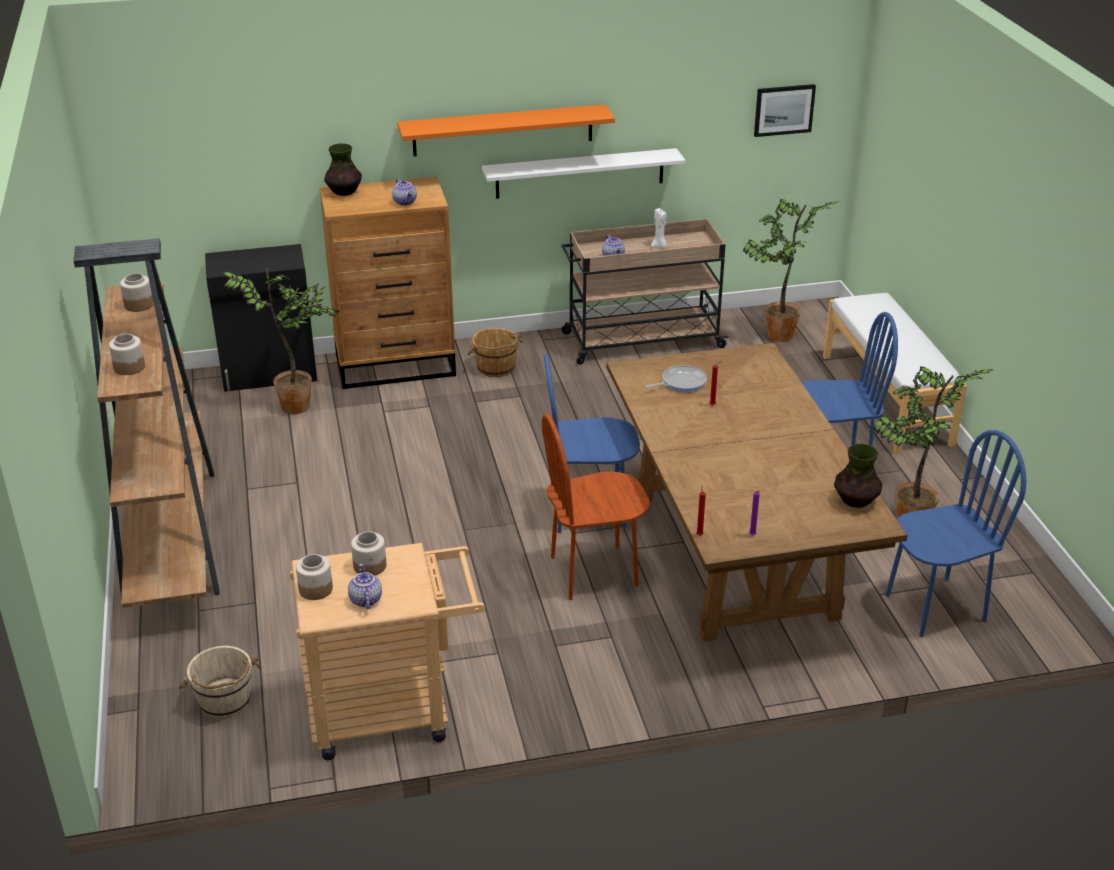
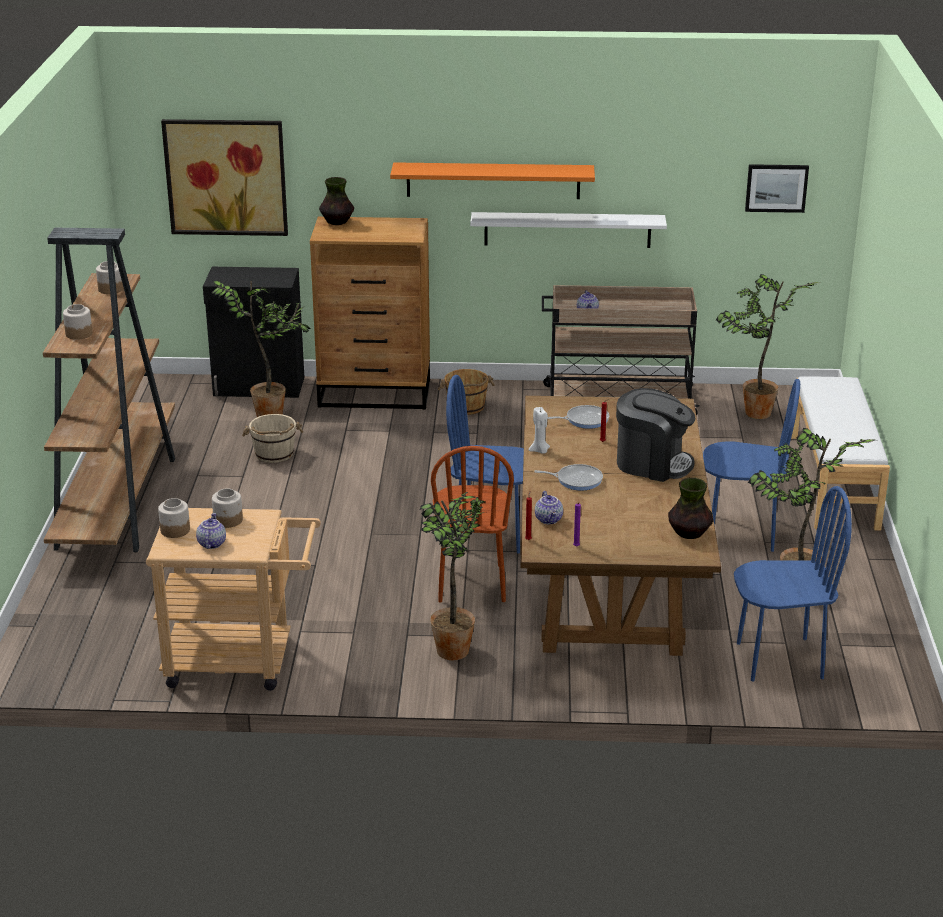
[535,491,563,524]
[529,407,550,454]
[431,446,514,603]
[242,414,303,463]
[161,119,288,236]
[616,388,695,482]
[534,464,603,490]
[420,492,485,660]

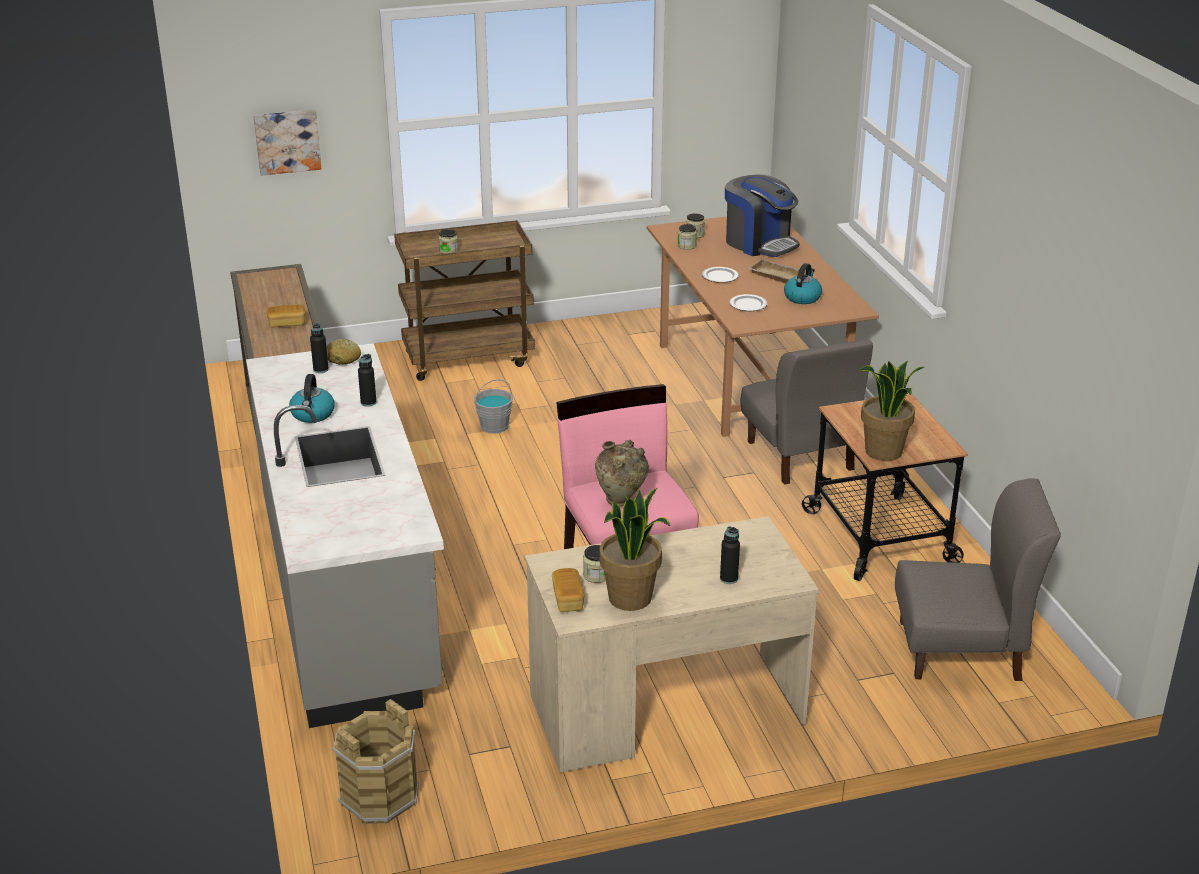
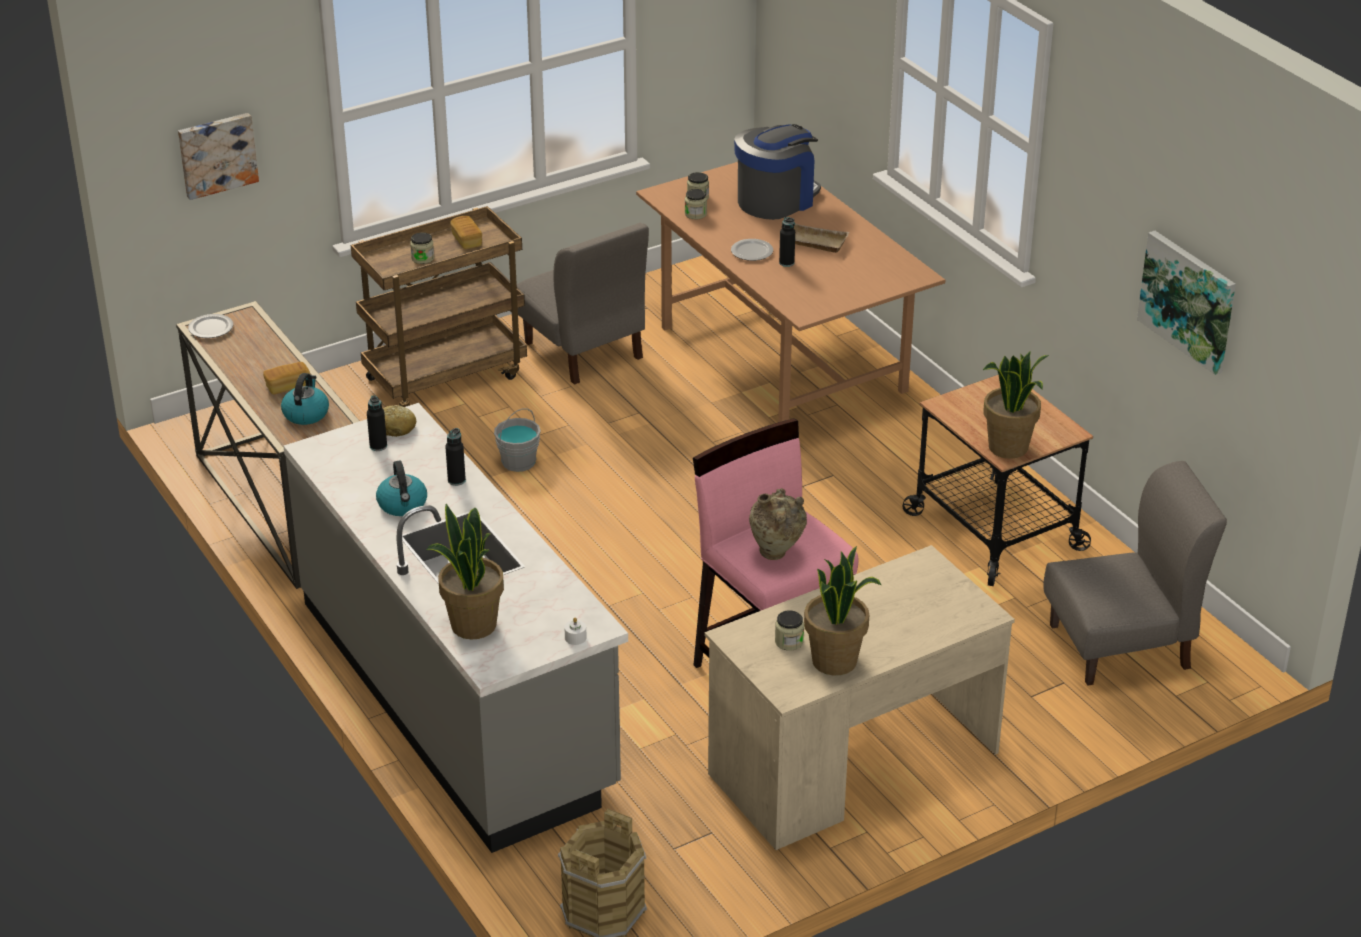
[734,124,821,220]
[281,373,329,425]
[188,314,233,338]
[517,222,649,385]
[779,217,795,267]
[450,216,482,249]
[1137,231,1236,375]
[426,503,504,640]
[564,618,587,645]

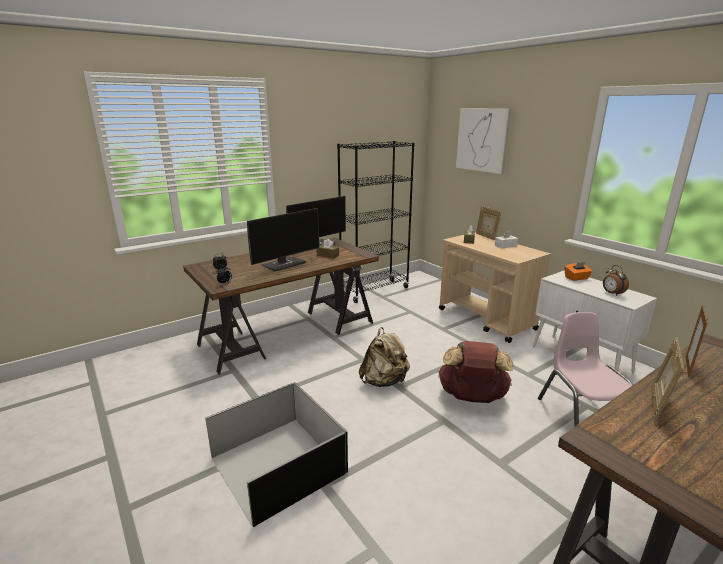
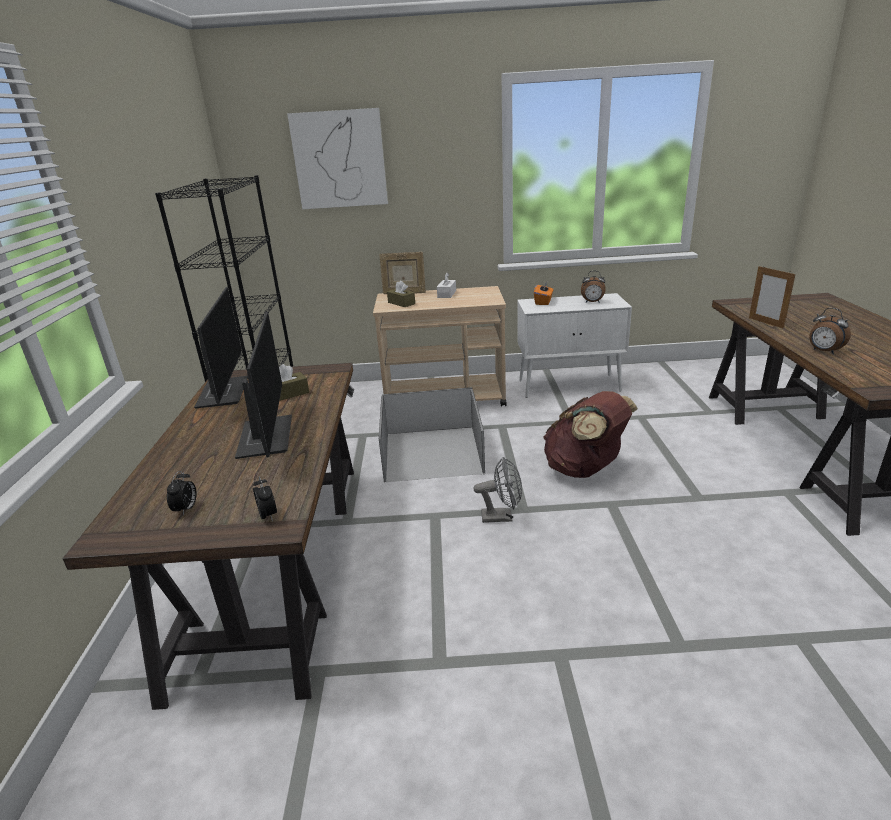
[538,312,634,427] (first image)
[474,457,522,523]
[809,308,851,354]
[379,387,485,482]

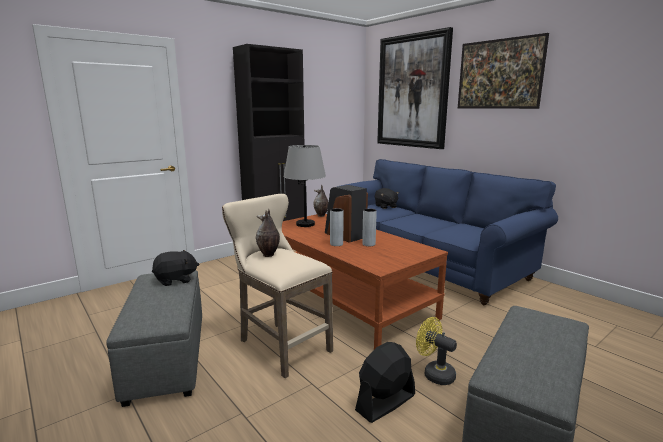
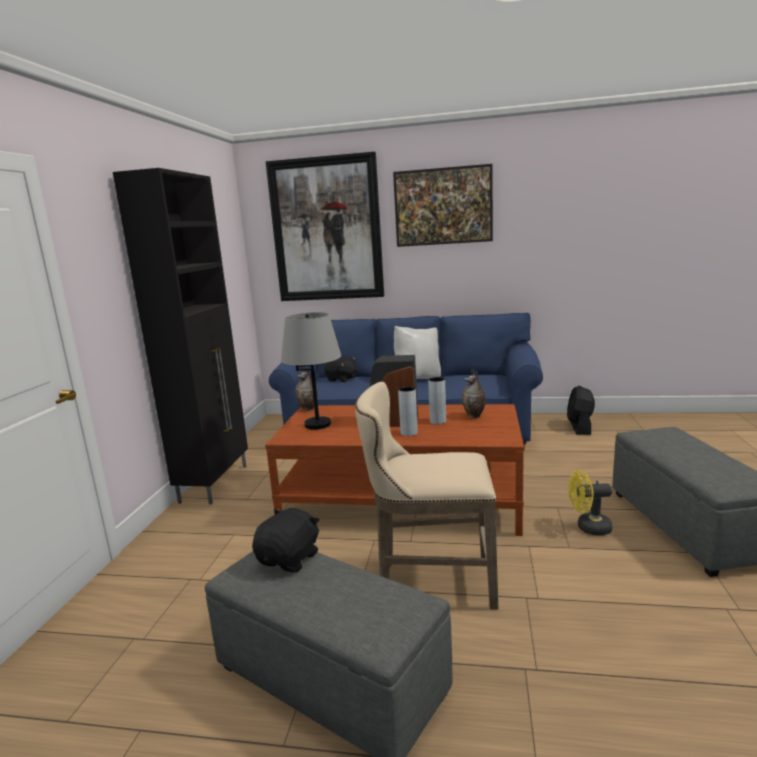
[462,369,486,419]
[567,386,595,435]
[394,326,441,379]

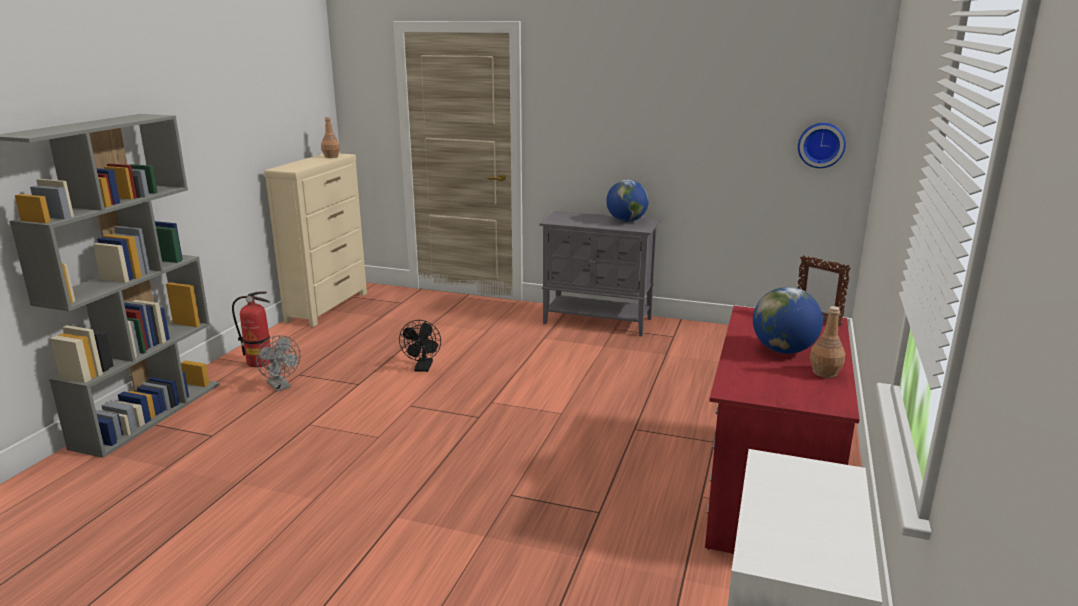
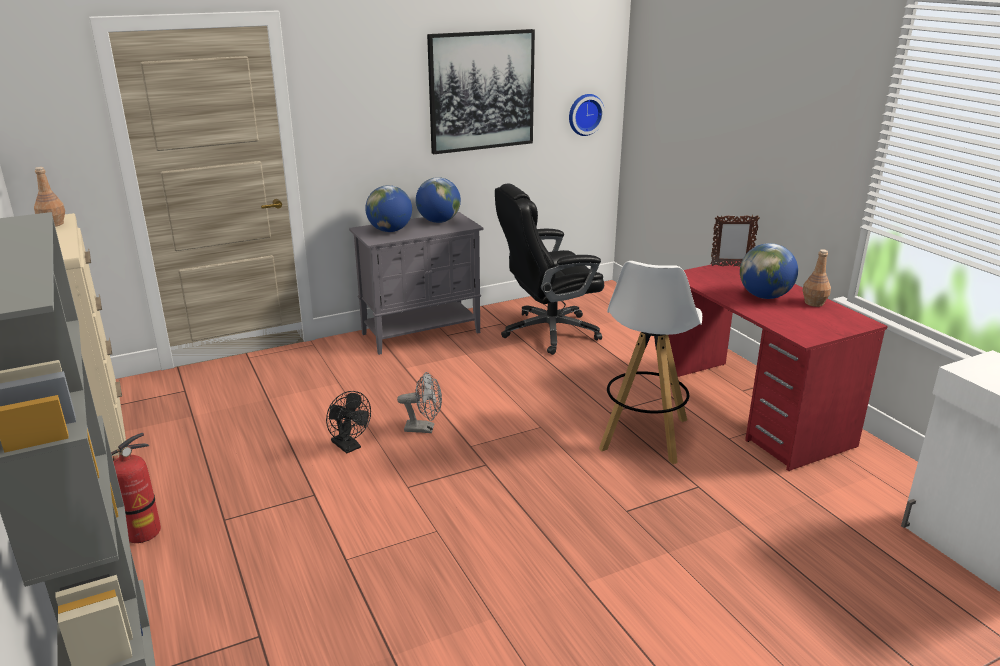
[397,372,442,433]
[427,29,535,154]
[495,183,604,355]
[365,185,412,232]
[599,261,702,464]

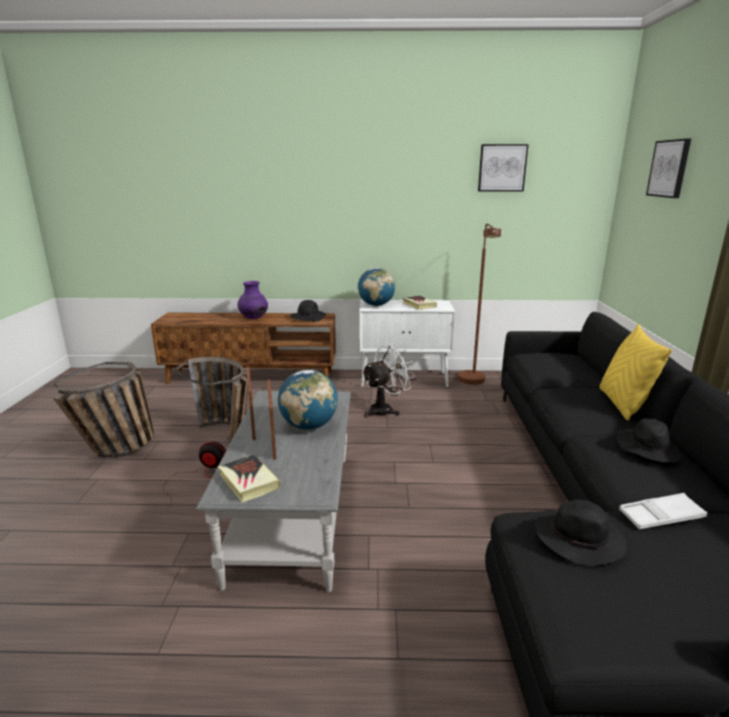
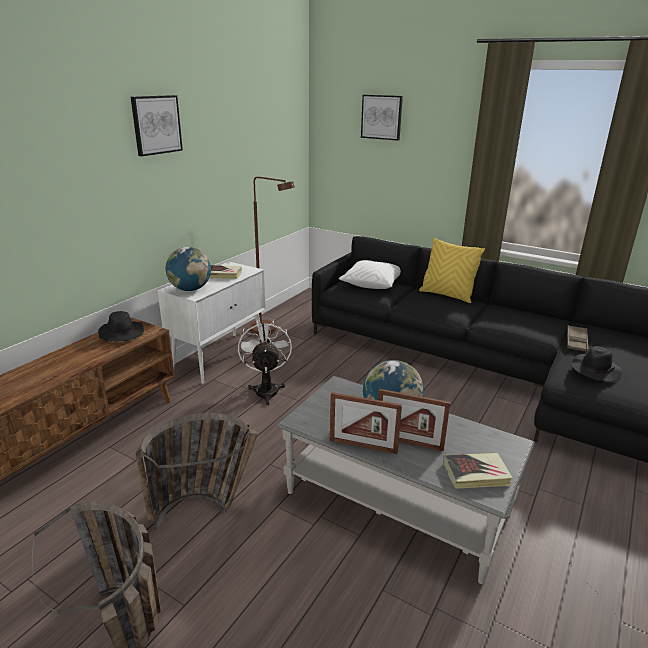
[131,95,183,156]
[237,281,268,319] (first image)
[616,418,682,462] (first image)
[164,442,226,509] (first image)
[567,325,588,352]
[339,260,401,289]

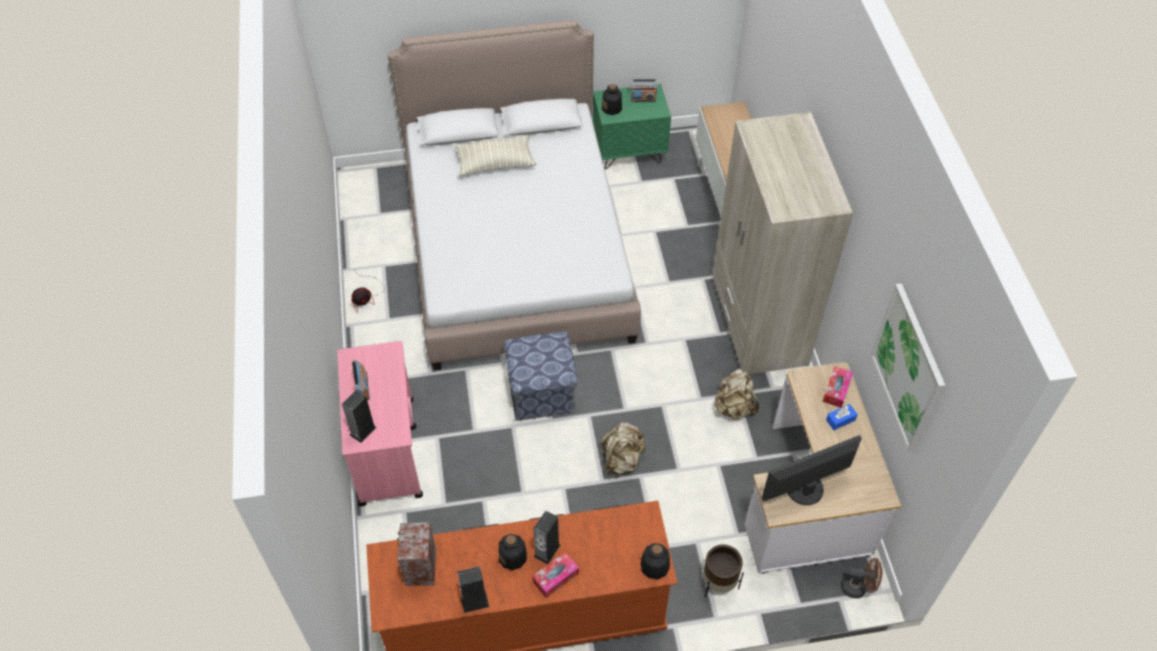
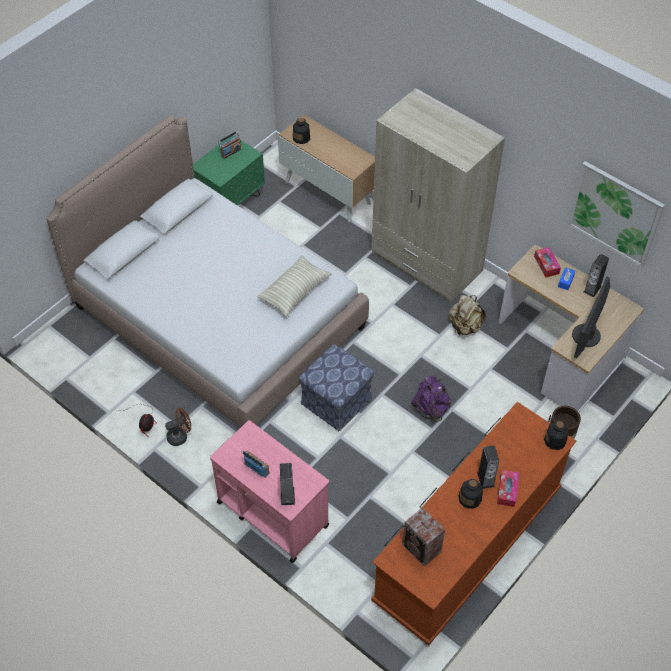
[293,118,310,144]
[257,255,331,317]
[411,376,451,423]
[165,407,191,446]
[584,254,609,297]

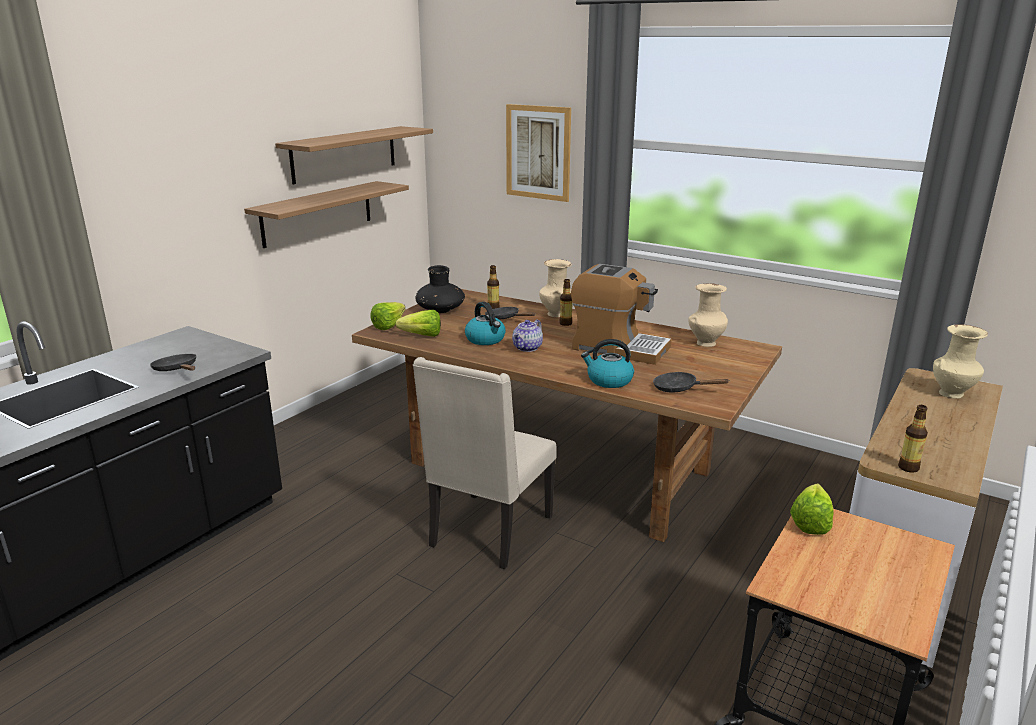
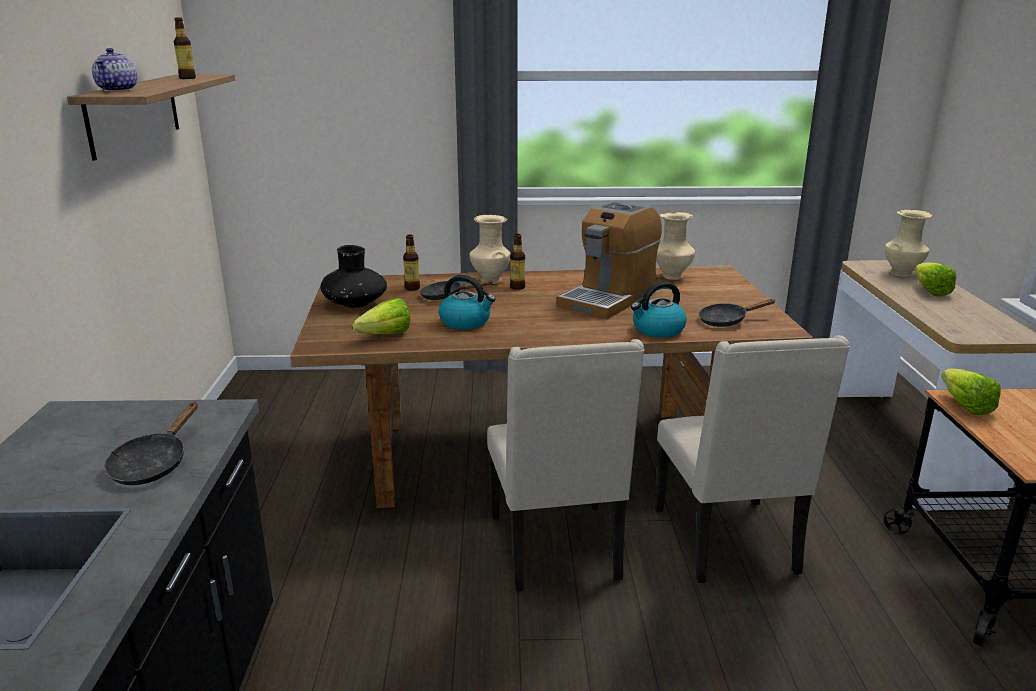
[506,104,571,202] (first image)
[244,181,409,248] (first image)
[557,201,662,319]
[915,262,957,297]
[92,48,138,91]
[104,402,198,485]
[174,17,196,79]
[655,335,850,583]

